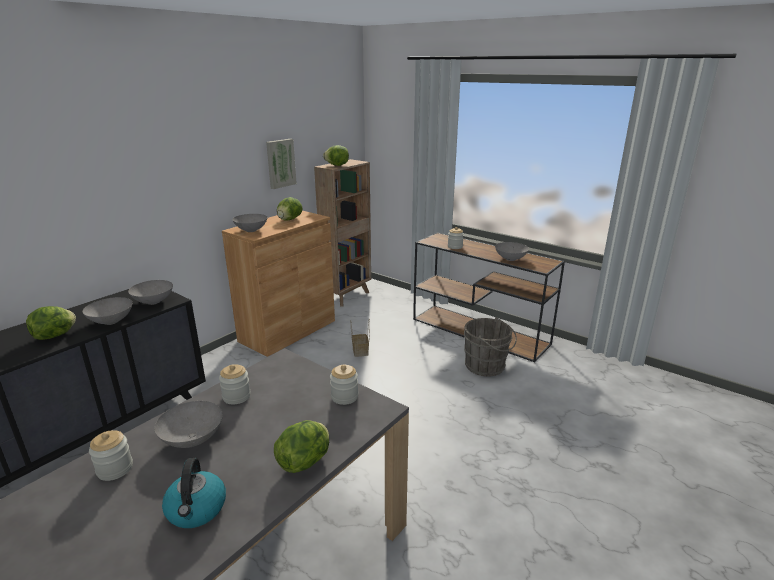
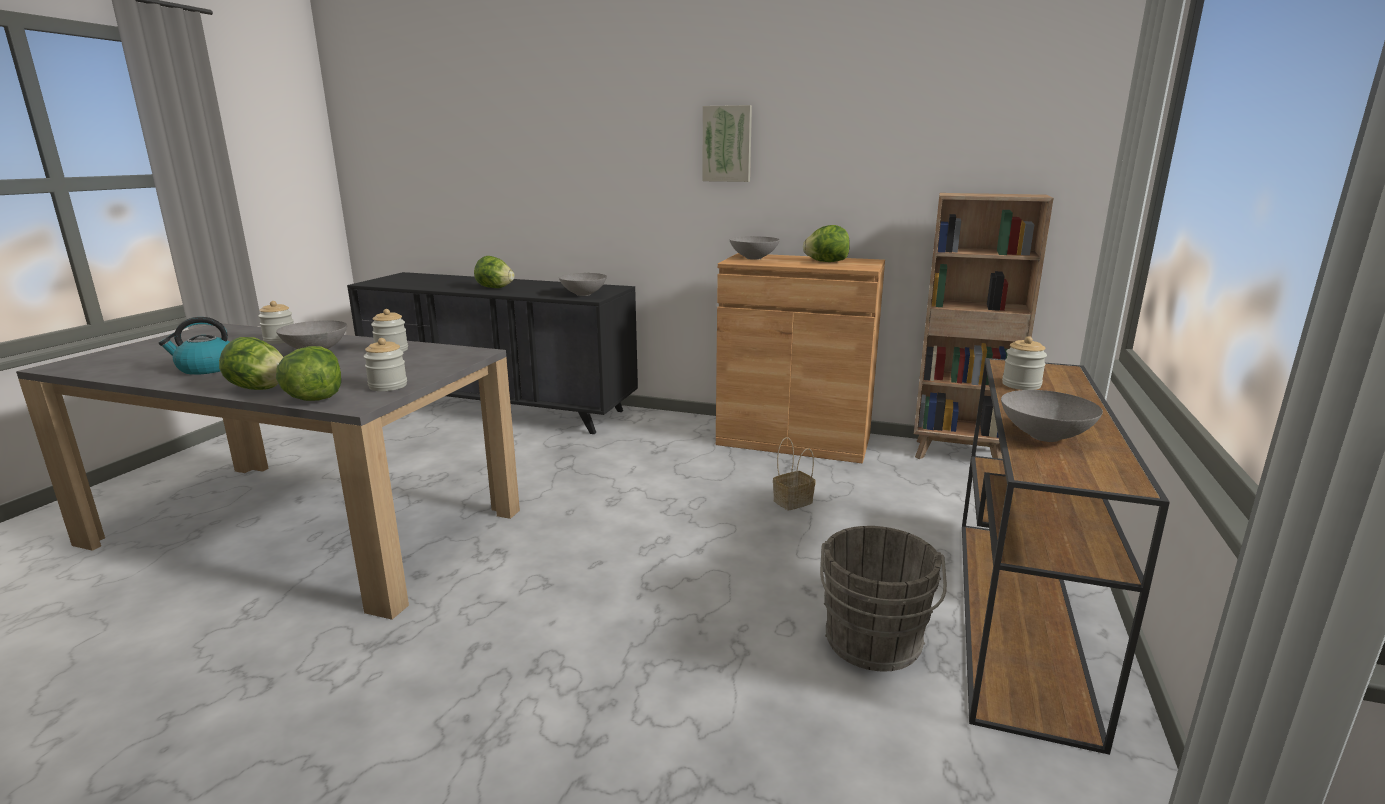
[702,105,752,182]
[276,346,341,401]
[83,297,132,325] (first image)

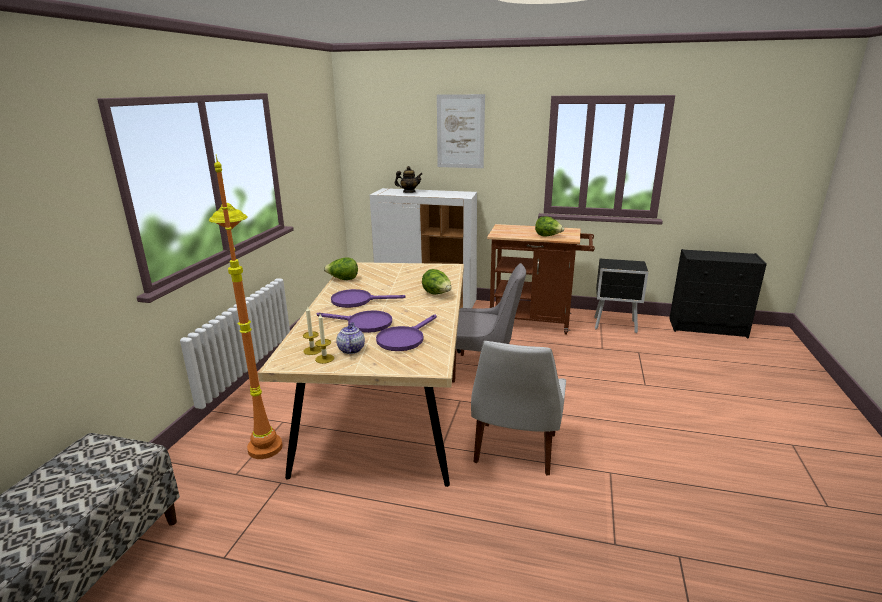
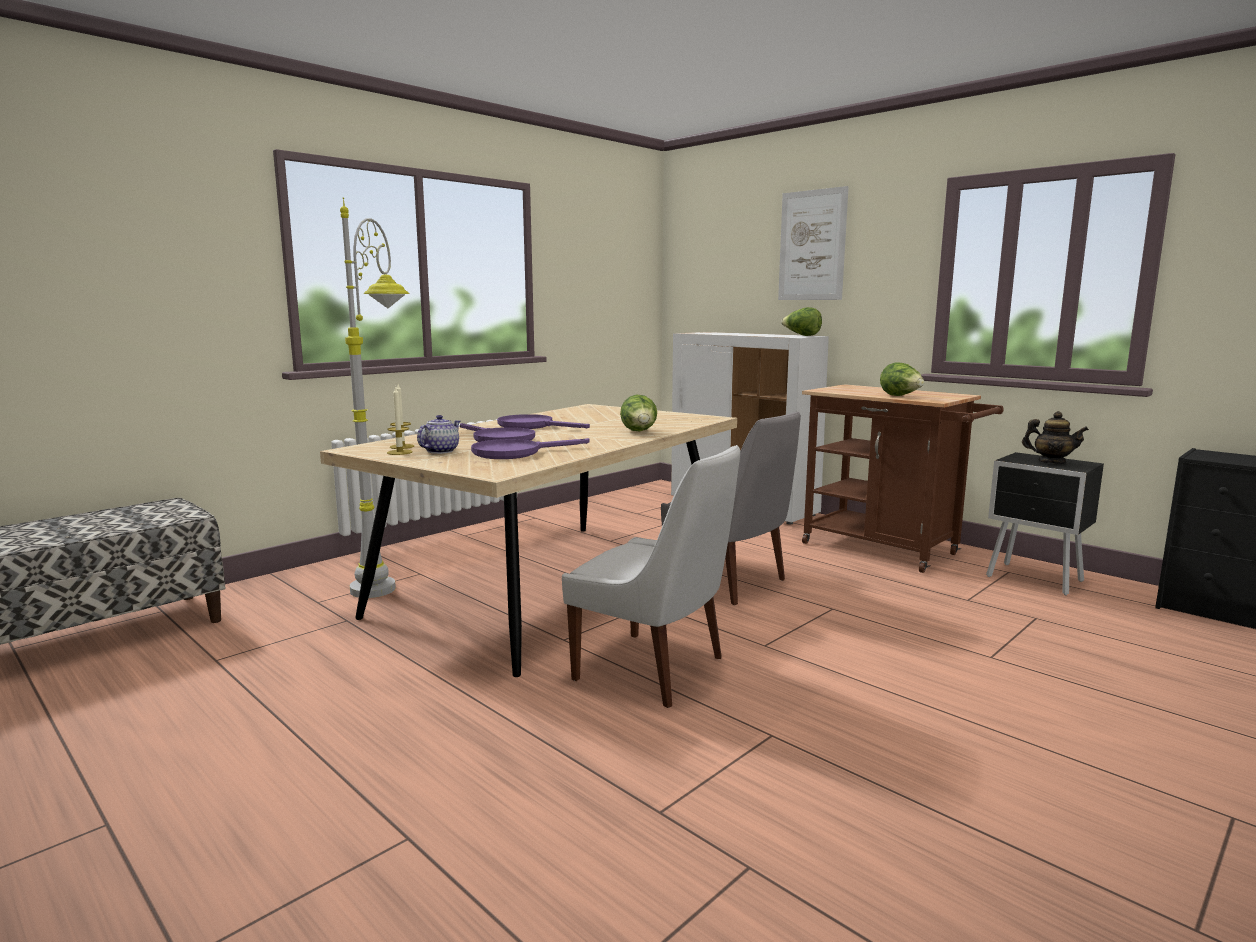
[340,197,410,598]
[1022,411,1089,464]
[781,307,822,336]
[562,445,740,708]

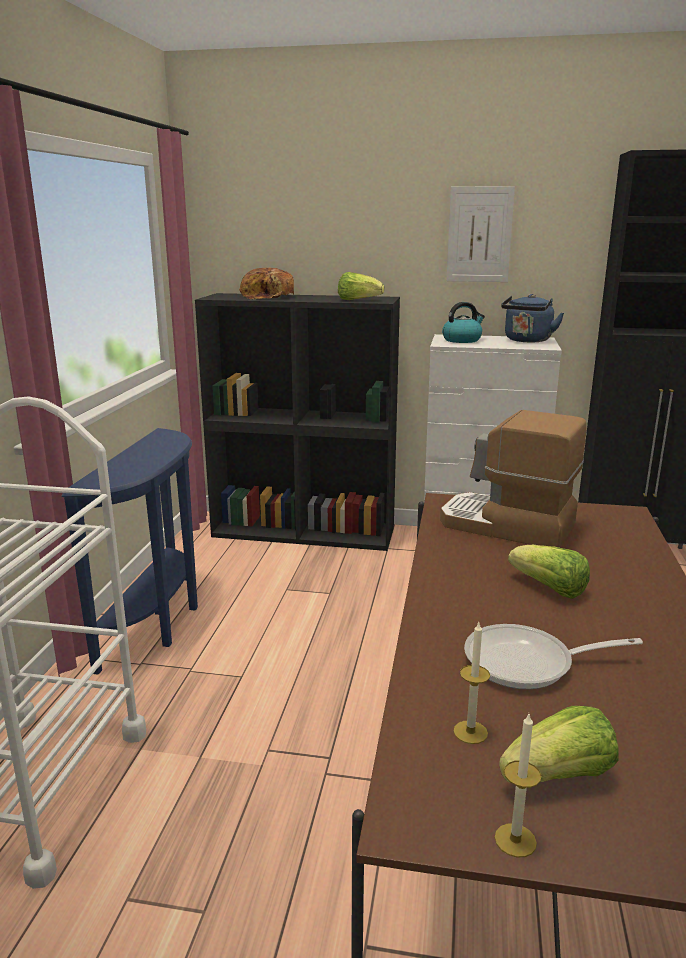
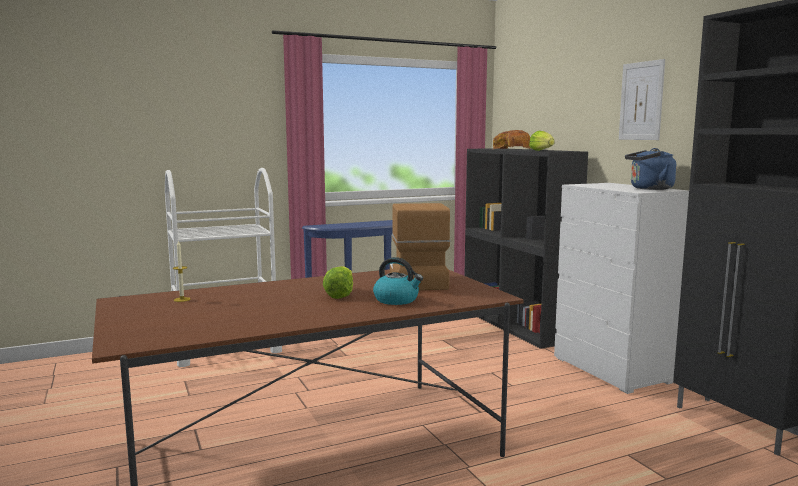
[373,257,423,305]
[464,624,643,689] (first image)
[499,706,619,783] (first image)
[494,714,541,857] (first image)

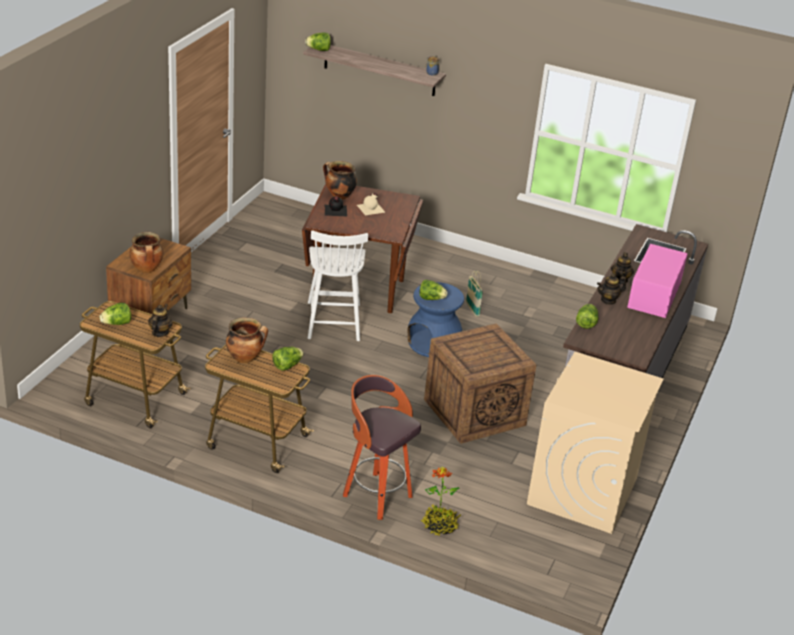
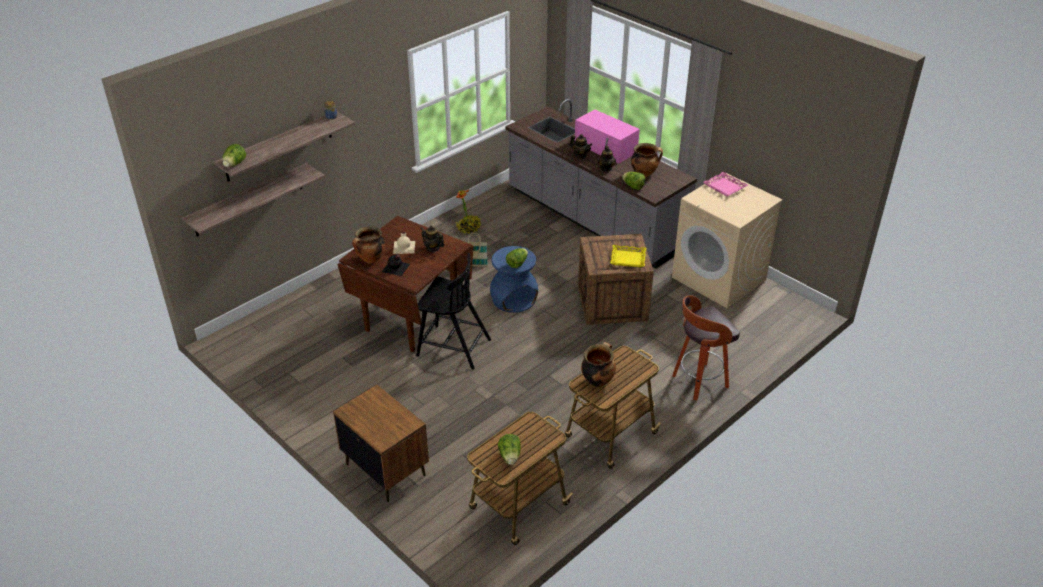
[416,253,491,370]
[631,143,663,177]
[421,226,444,252]
[272,347,304,371] (first image)
[455,189,481,234]
[182,163,325,236]
[703,172,748,197]
[610,245,646,267]

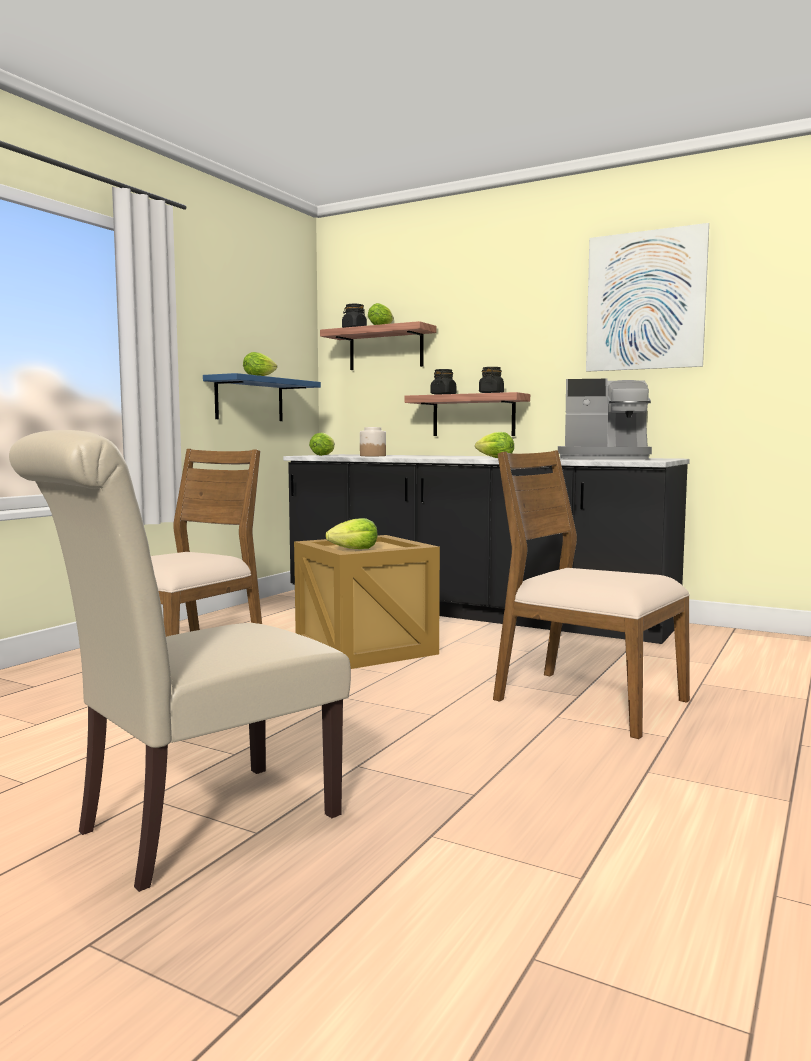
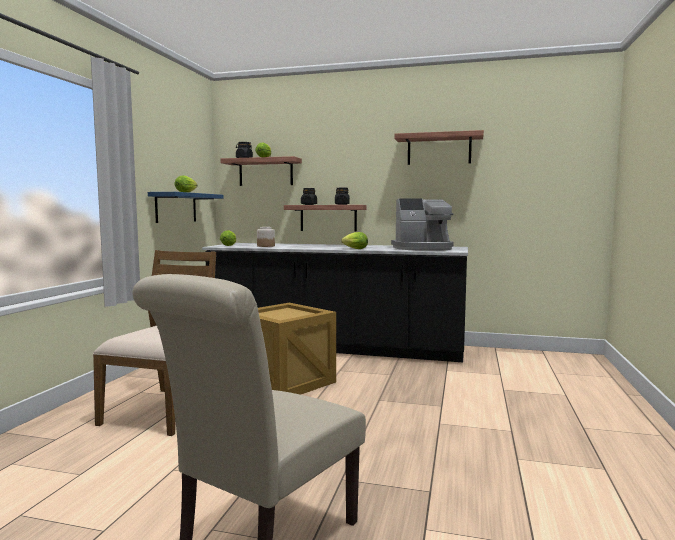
[394,130,484,165]
[493,450,690,739] (first image)
[326,518,378,549] (first image)

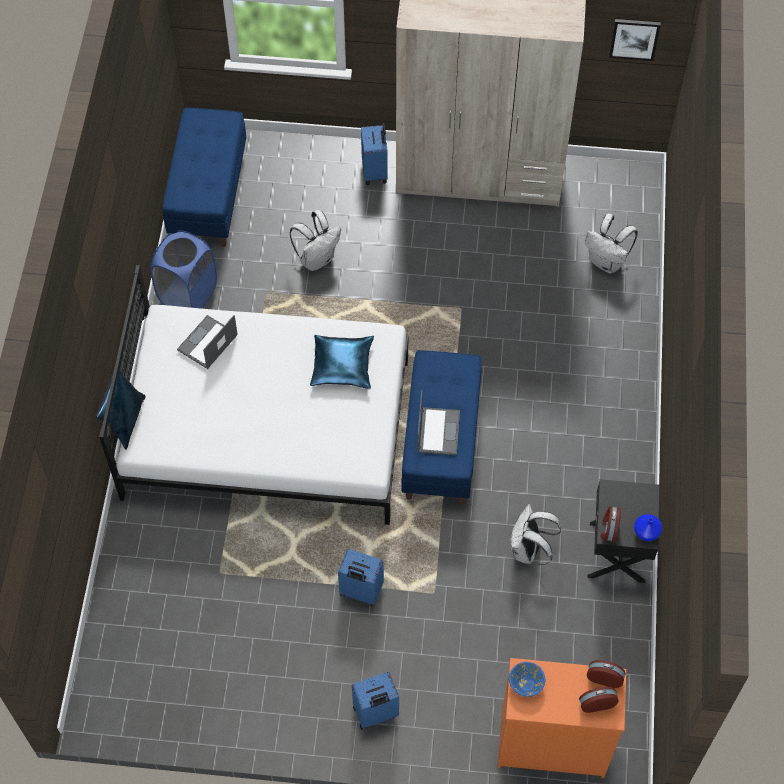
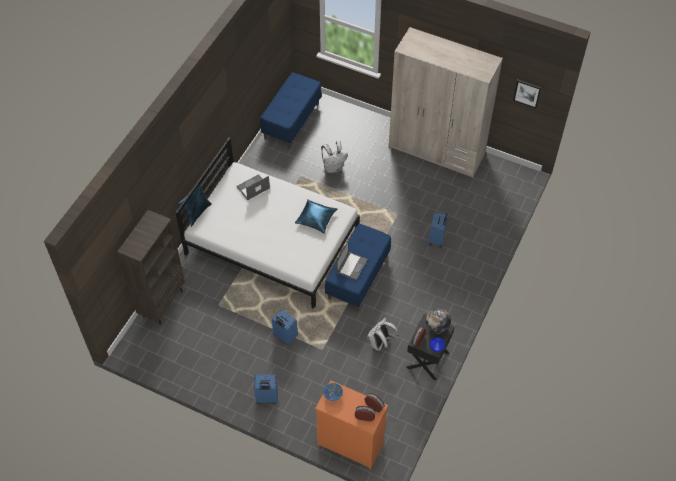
[429,212,448,248]
[585,214,638,274] (first image)
[150,230,217,309] (first image)
[117,210,185,325]
[426,308,451,334]

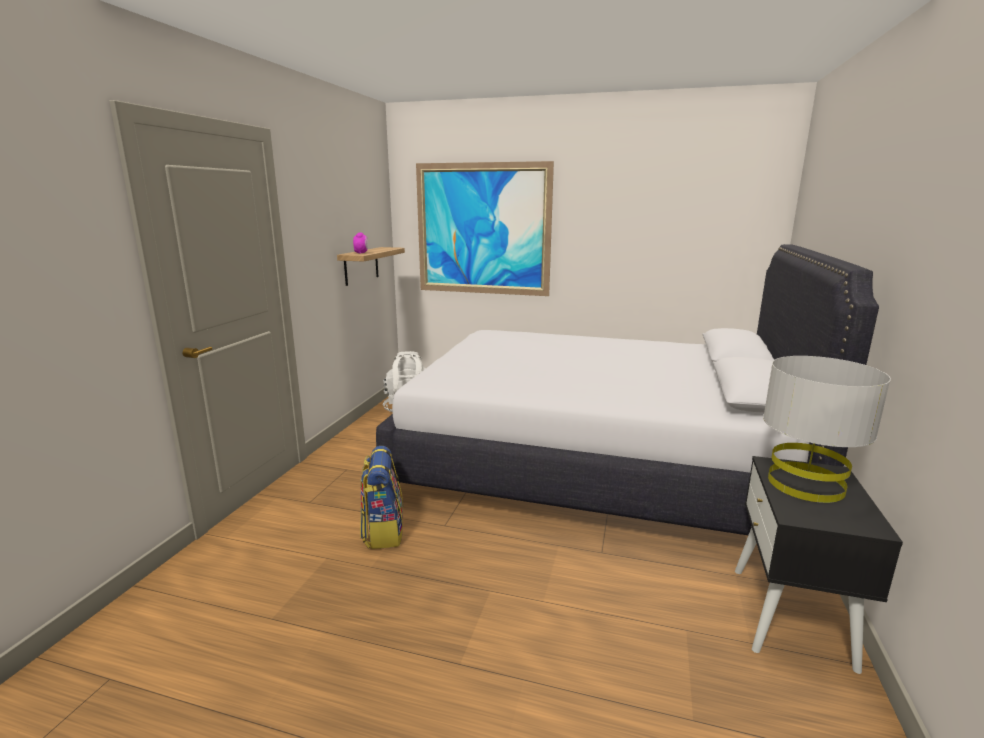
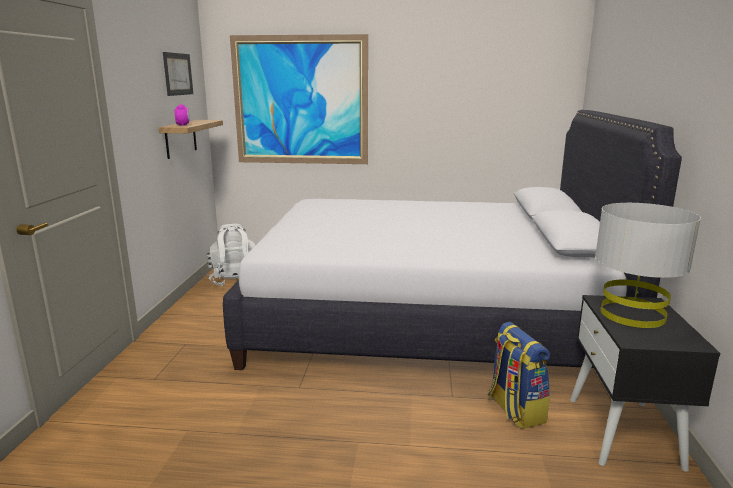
[488,322,550,429]
[163,52,193,96]

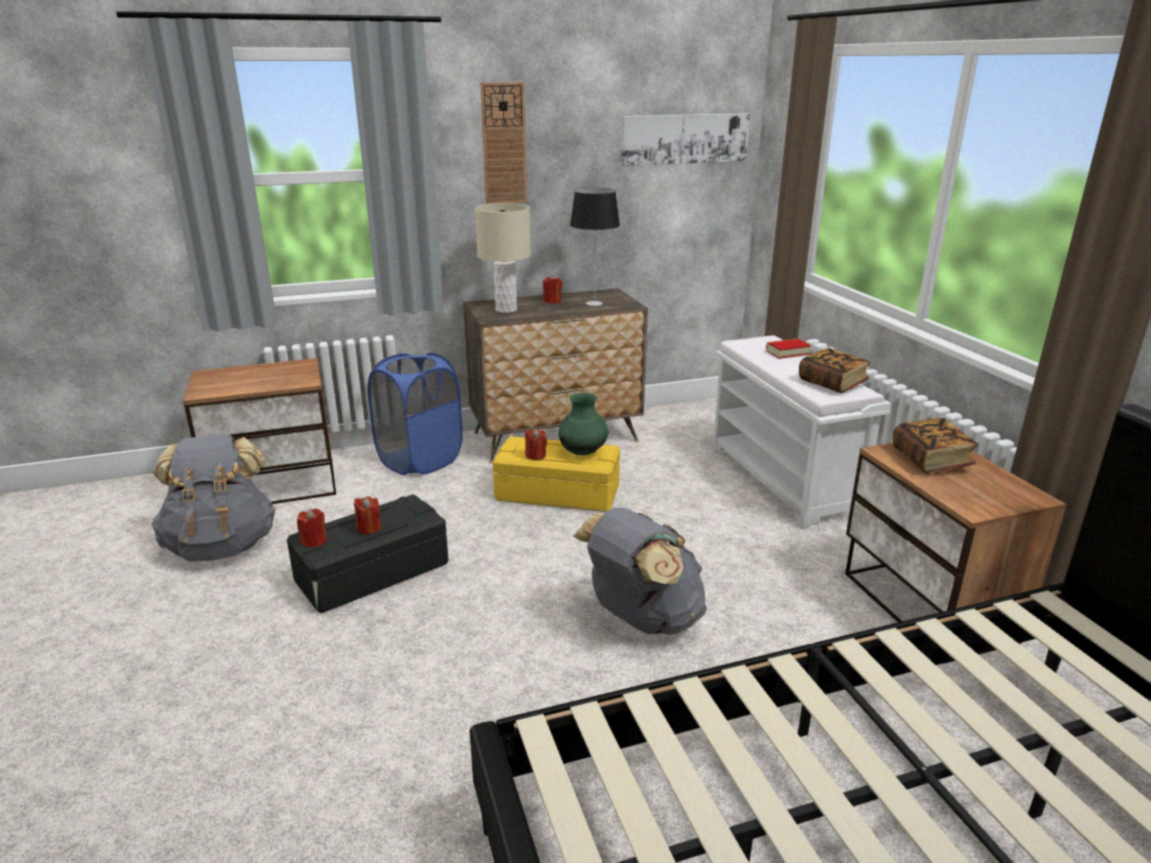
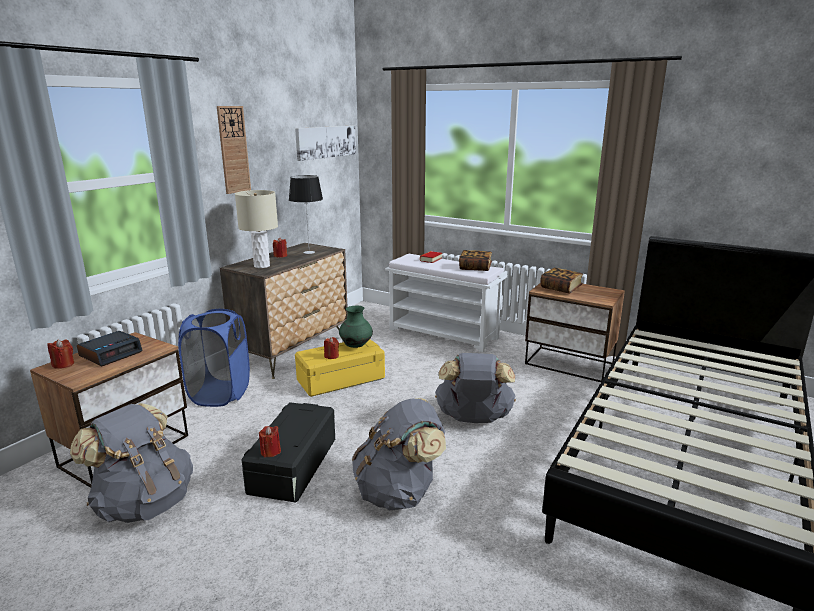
[48,339,74,369]
[77,331,143,366]
[352,398,446,510]

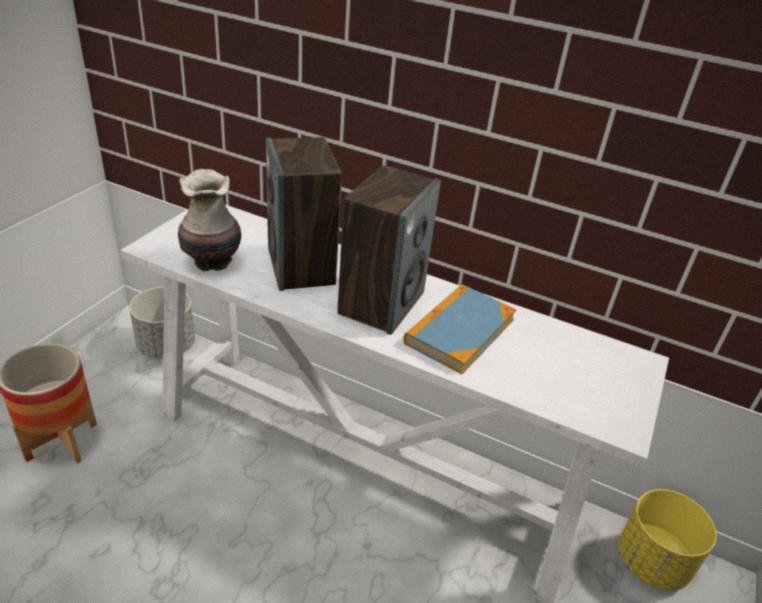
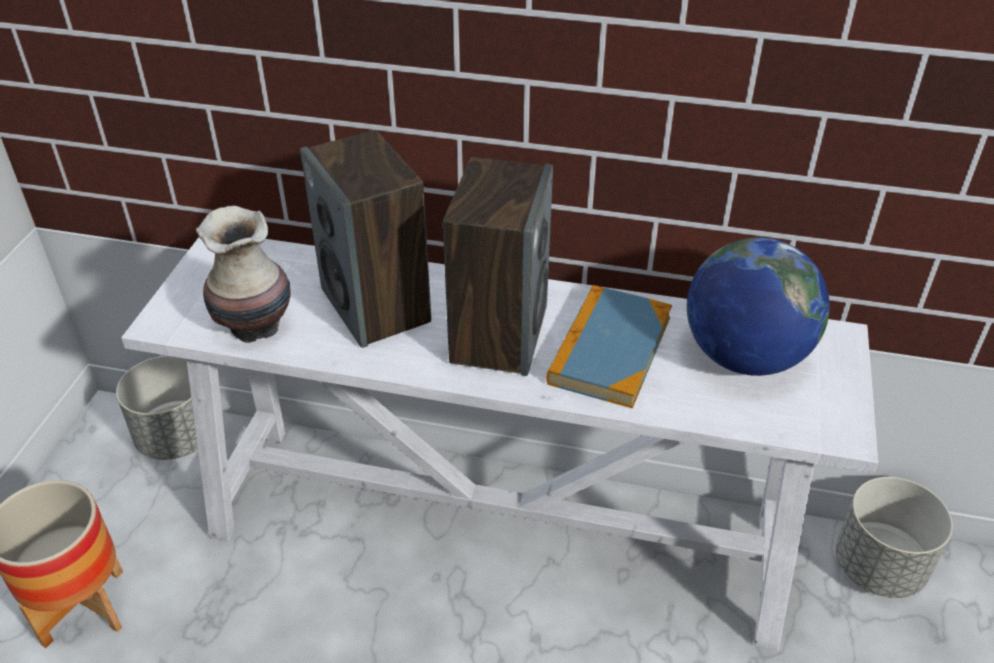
[836,477,953,598]
[687,237,830,376]

